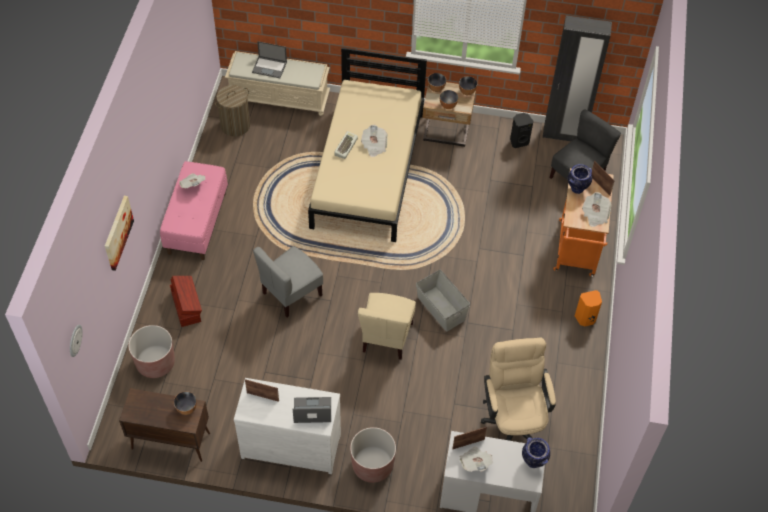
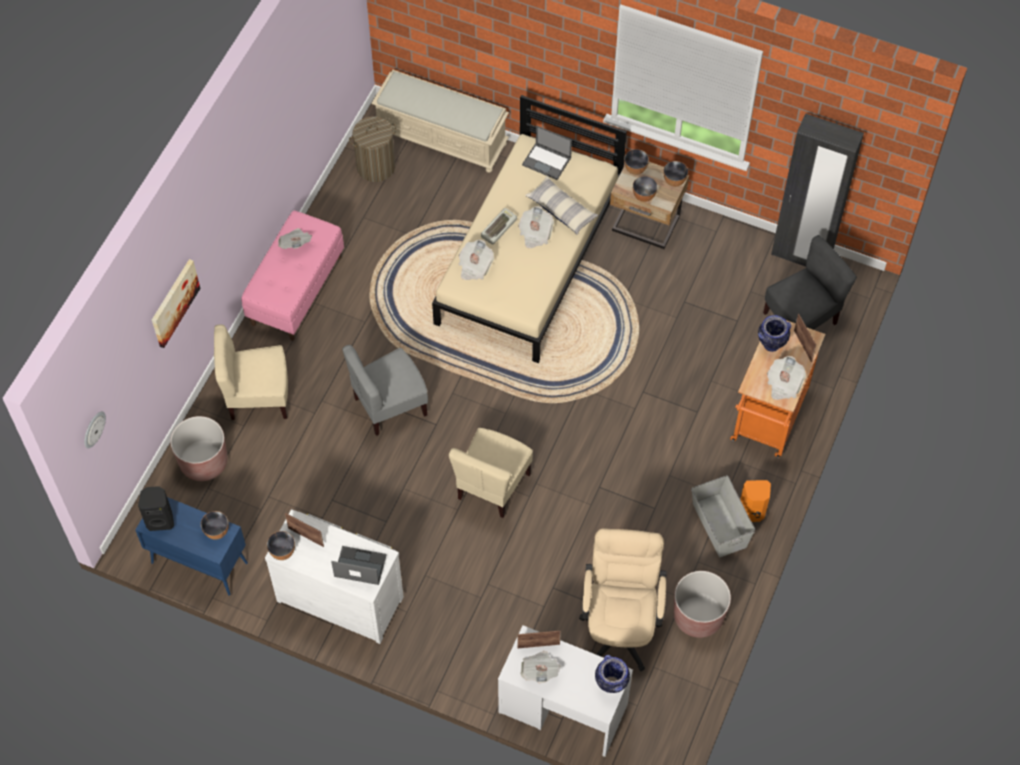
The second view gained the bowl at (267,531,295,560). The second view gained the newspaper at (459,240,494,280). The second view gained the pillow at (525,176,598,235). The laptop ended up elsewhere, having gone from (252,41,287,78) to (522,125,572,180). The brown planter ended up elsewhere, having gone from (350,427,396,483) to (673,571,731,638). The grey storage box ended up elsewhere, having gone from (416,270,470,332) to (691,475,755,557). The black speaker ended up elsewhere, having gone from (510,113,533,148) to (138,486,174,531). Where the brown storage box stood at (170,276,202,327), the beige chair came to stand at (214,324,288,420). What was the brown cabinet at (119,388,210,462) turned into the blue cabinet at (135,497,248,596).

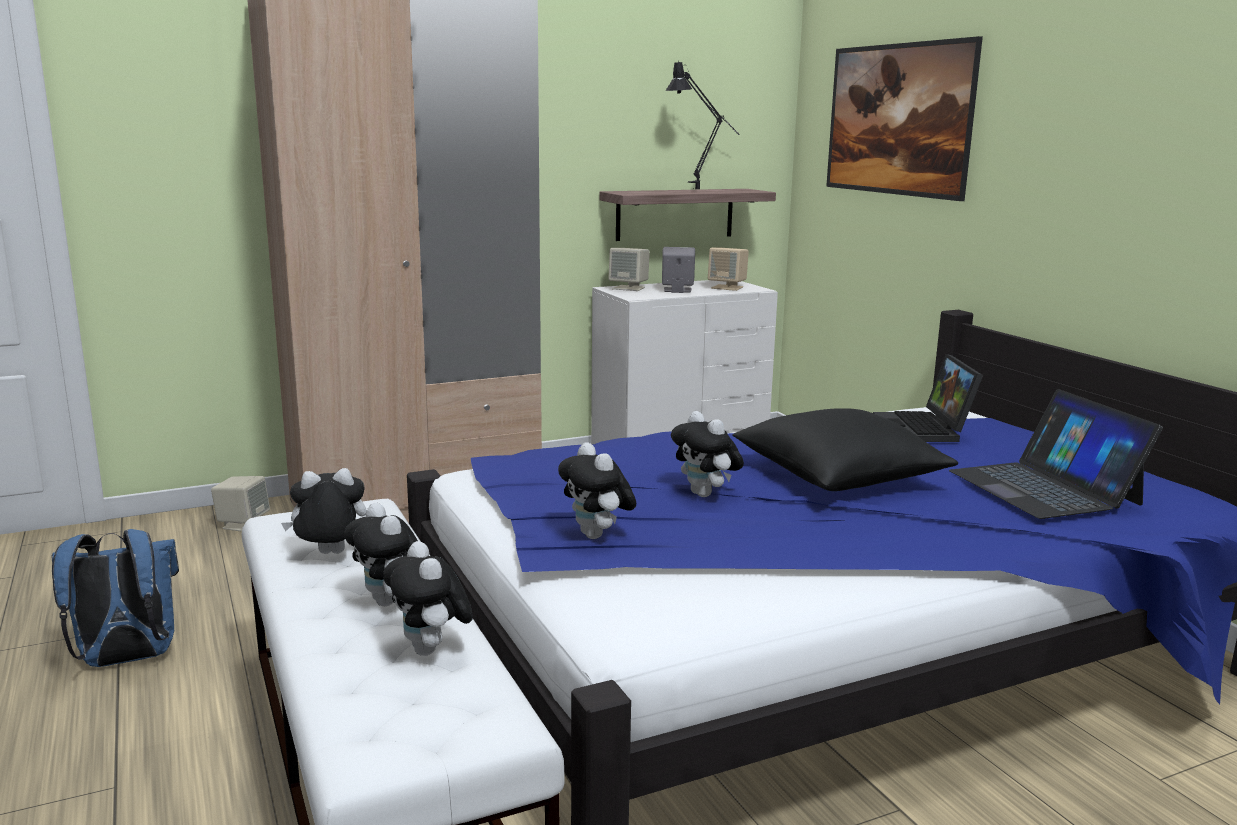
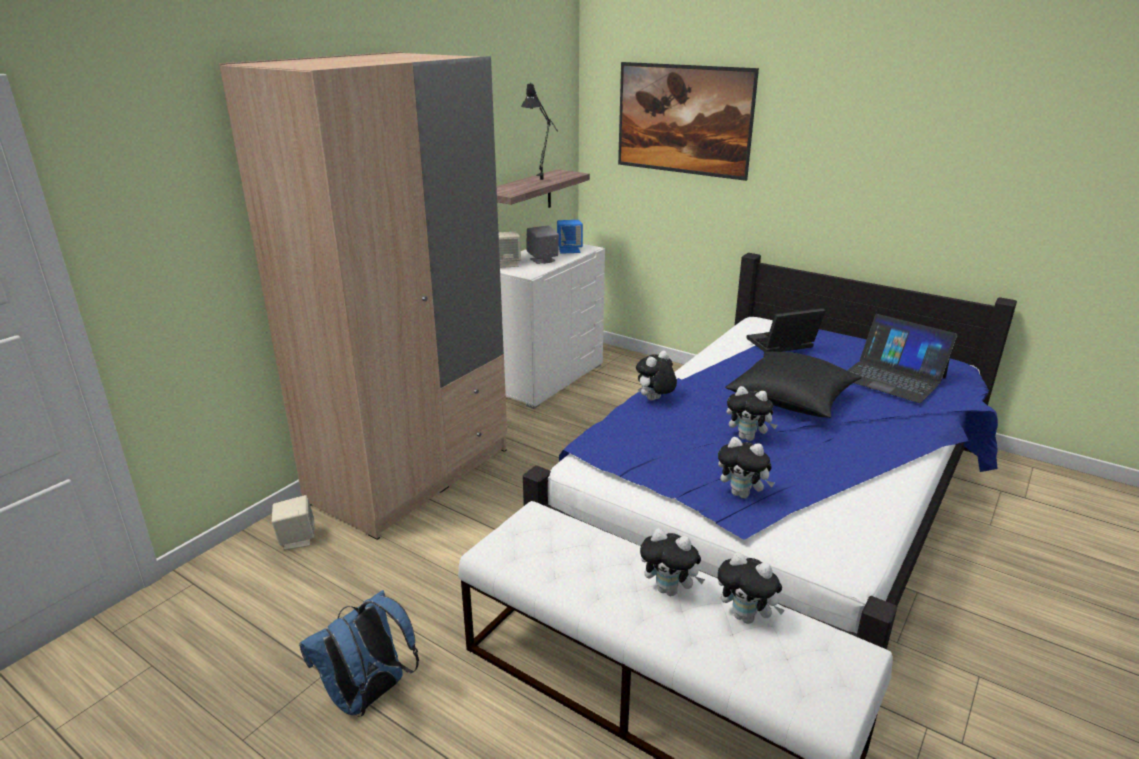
The plush toy ended up elsewhere, having gone from (281,468,367,554) to (636,351,677,401). What was the beige speaker at (708,247,749,291) turned into the blue speaker at (557,220,583,254). The laptop at (873,354,983,442) ended up facing another way, 105 degrees clockwise from before.

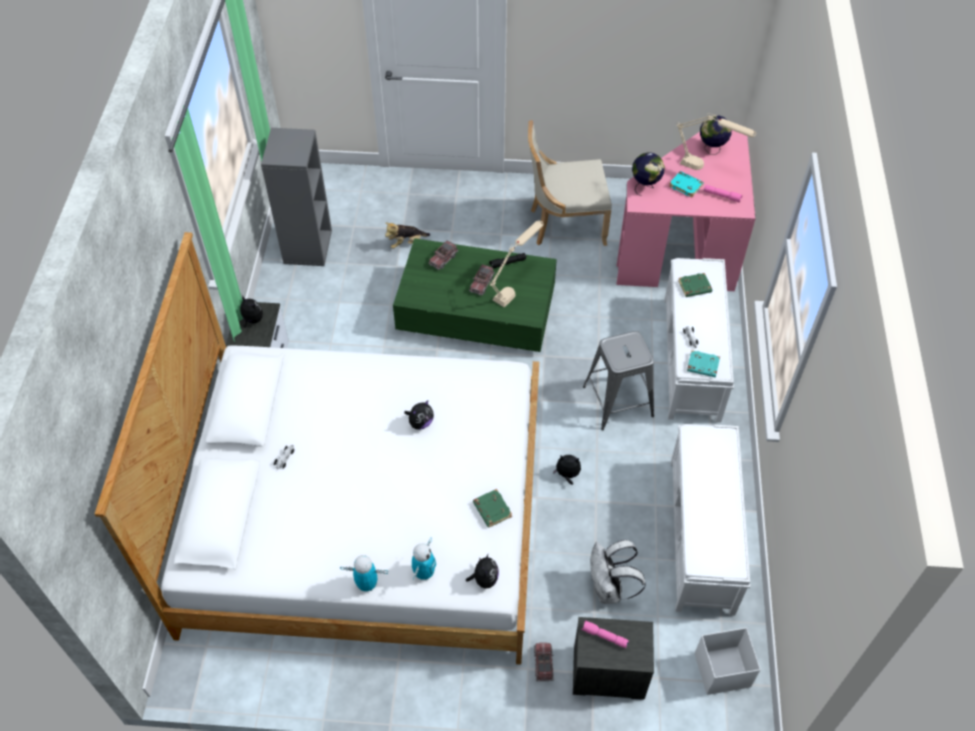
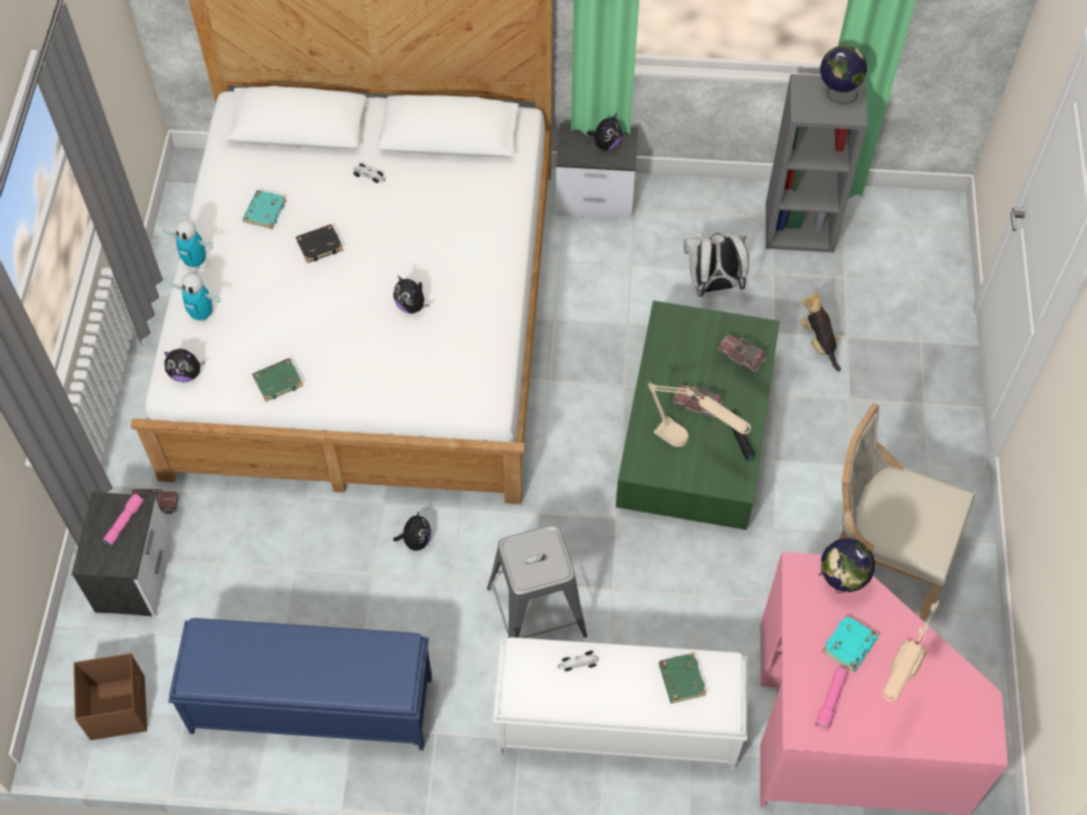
The second view gained the black book at (296,224,343,263). The white backpack ended up elsewhere, having gone from (590,540,646,604) to (684,232,749,297). The turquoise book ended up elsewhere, having gone from (687,350,720,377) to (243,190,286,229). The globe ended up elsewhere, having gone from (700,115,731,155) to (820,45,867,104). What was the white bench at (671,424,750,616) turned into the blue bench at (168,618,432,750). What was the white storage box at (694,628,761,695) turned into the brown storage box at (74,653,147,740). The toy robot at (340,555,388,591) ended up facing another way, 105 degrees clockwise from before. The beige chair at (528,120,612,246) ended up facing another way, 60 degrees counterclockwise from before.

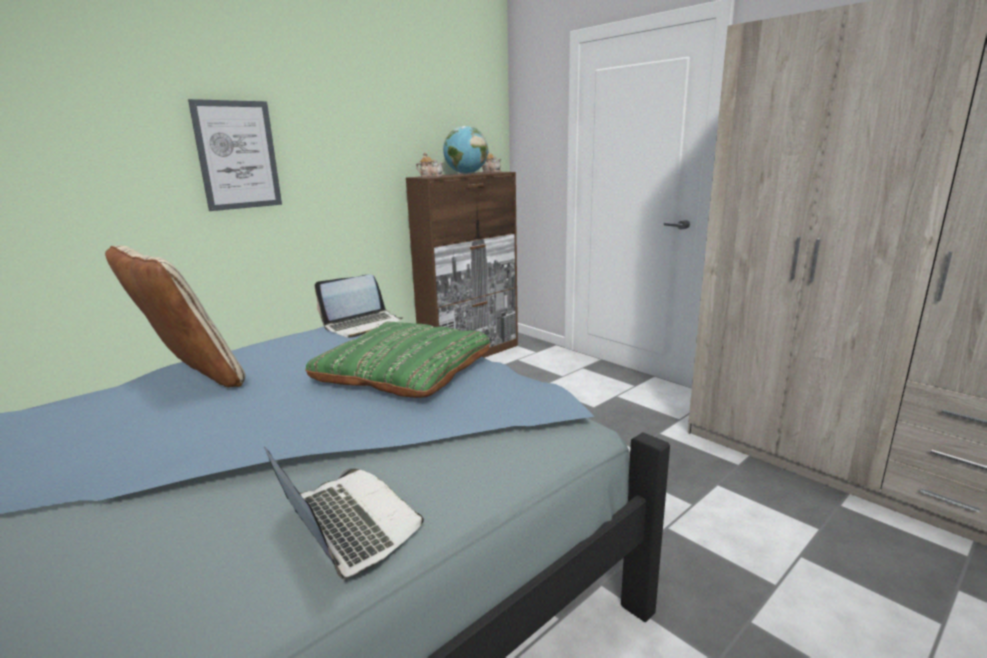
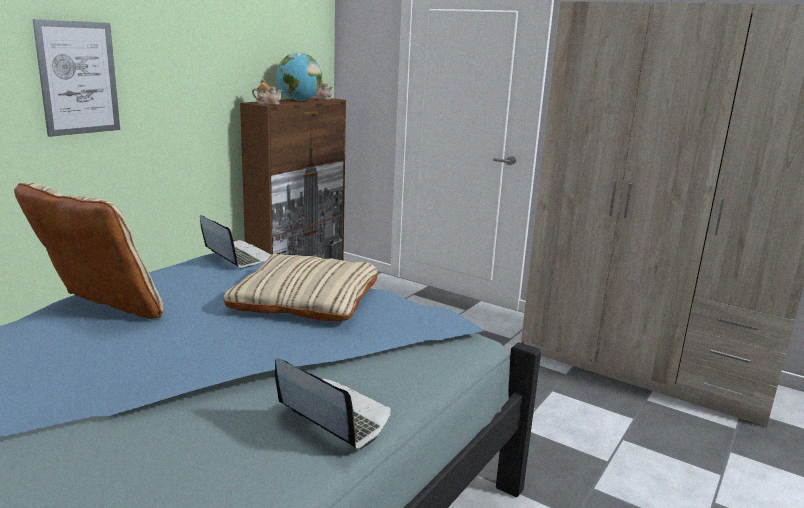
What was the green pillow at (305,321,490,398) turned into the beige pillow at (223,254,378,321). The laptop at (315,274,403,338) ended up facing another way, 90 degrees counterclockwise from before.

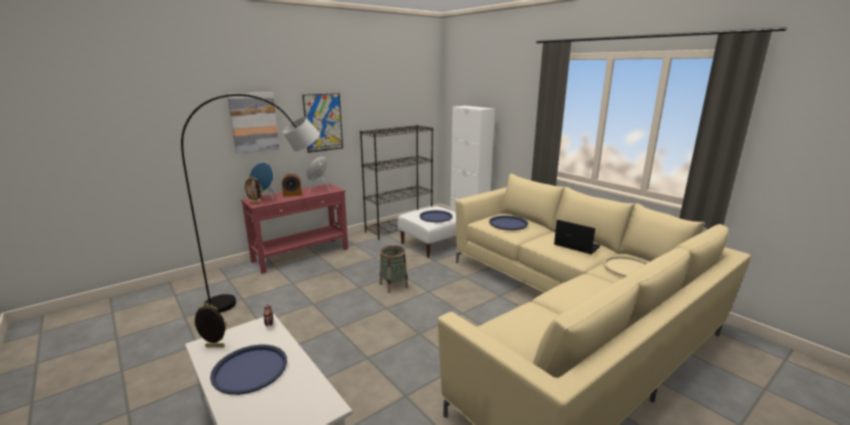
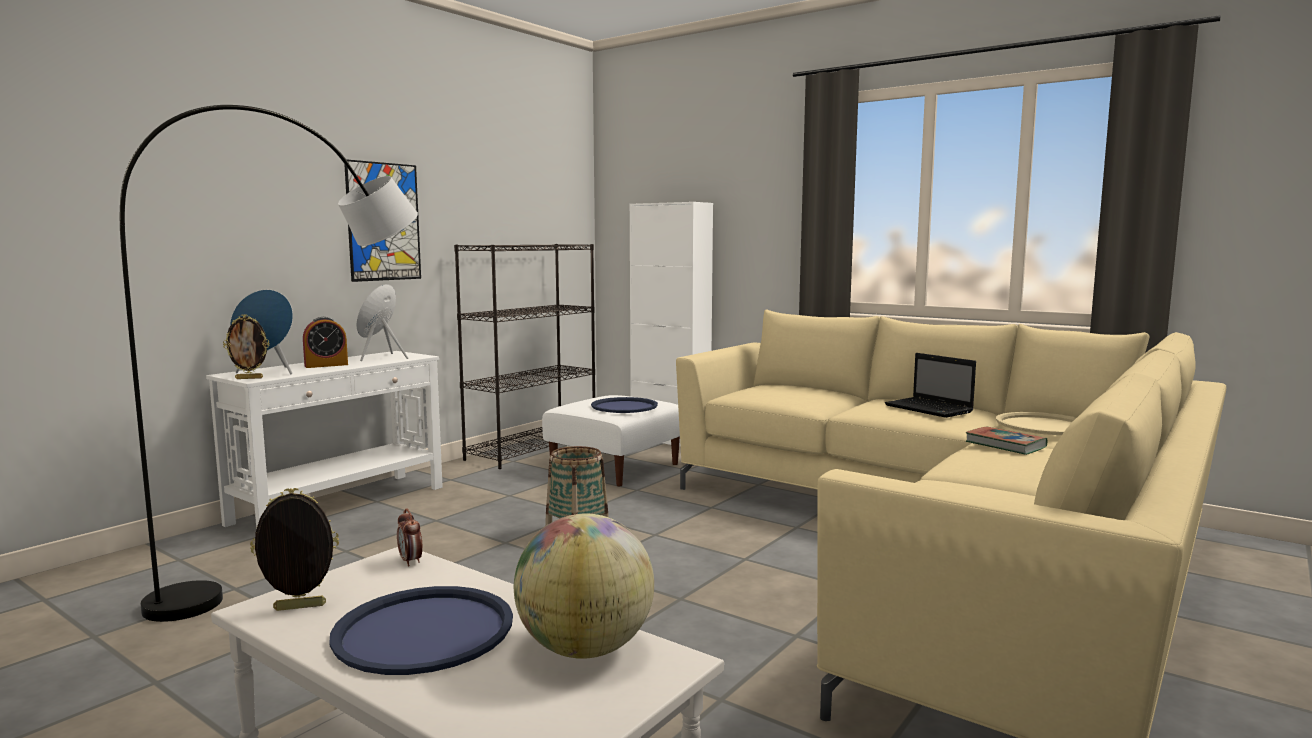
The second view lost the picture at (227,92,280,154). The second view lost the blue tray at (489,216,528,230). The second view gained the globe at (514,514,654,659). The second view gained the book at (966,426,1047,455). What was the red console table at (241,183,348,274) turned into the white console table at (206,351,443,530). The laptop at (554,220,601,254) ended up facing another way, 150 degrees counterclockwise from before.

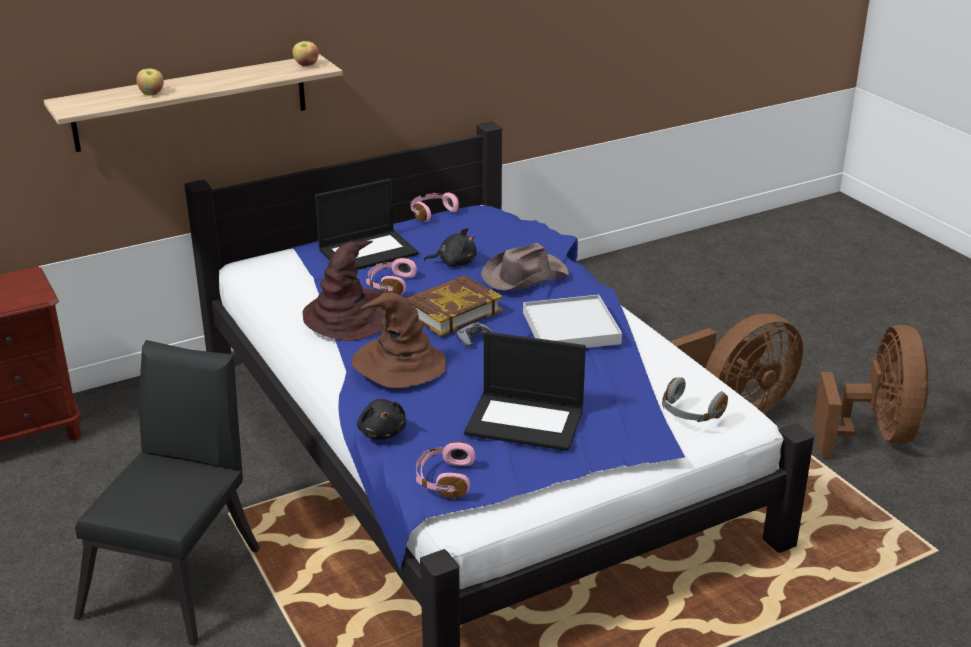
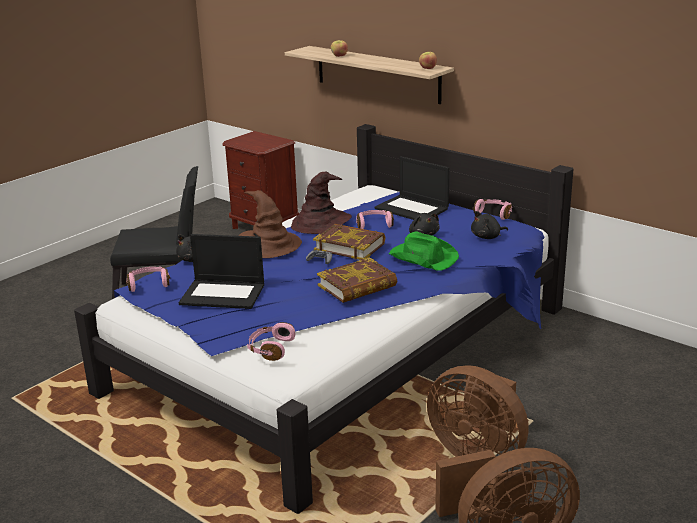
The second view gained the black plush toy at (471,211,508,239). Where the white tray stood at (523,295,622,348), the book came to stand at (317,257,397,303). What was the brown hat at (481,243,569,291) turned into the green hat at (389,231,459,271). What was the grey headphones at (662,377,728,422) turned into the pink headphones at (247,322,295,361). The laptop at (464,331,586,451) ended up facing another way, 75 degrees counterclockwise from before.

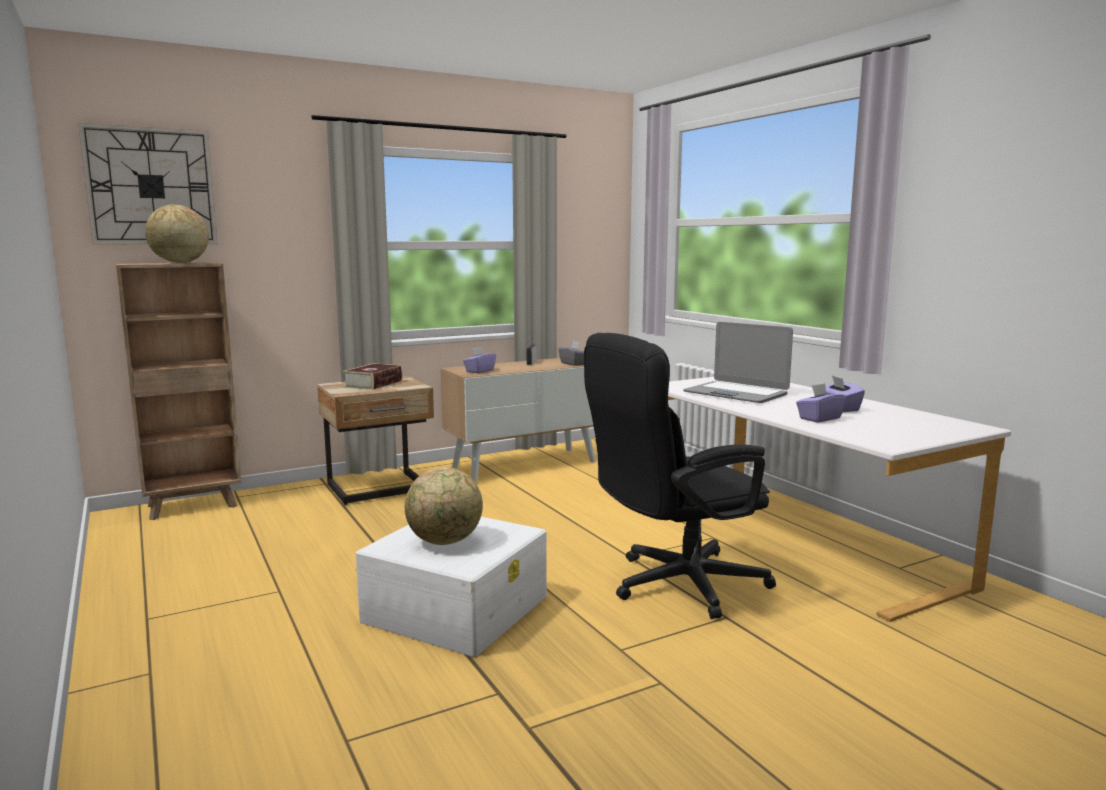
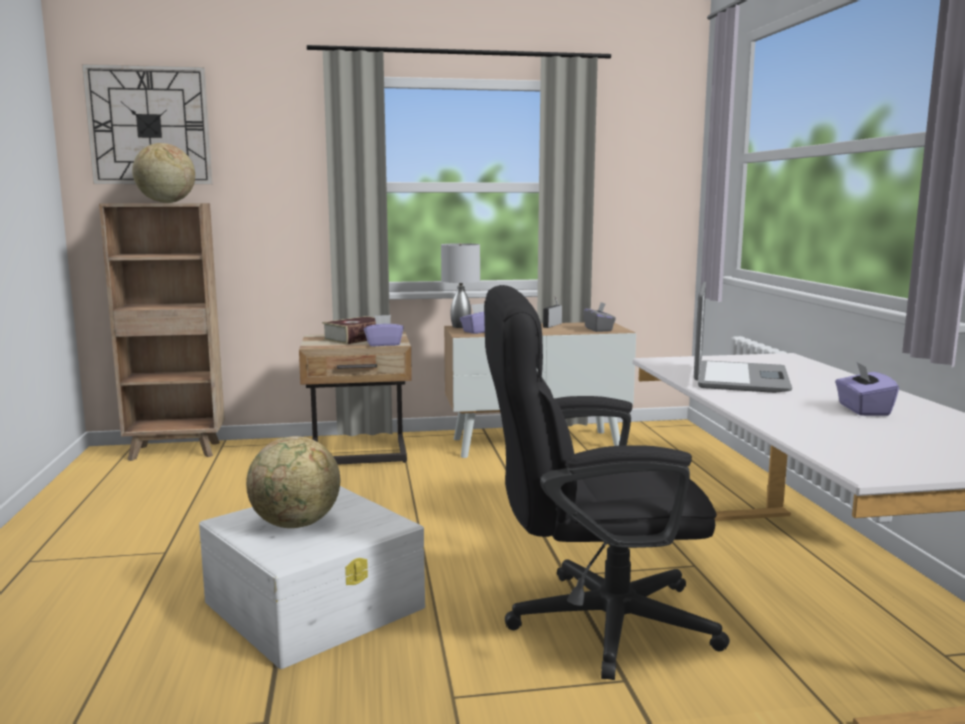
The second view gained the grey table lamp at (441,243,480,328). The purple tissue box ended up elsewhere, having gone from (796,383,846,423) to (364,315,403,346). The laptop at (683,322,793,403) ended up facing another way, 135 degrees counterclockwise from before.

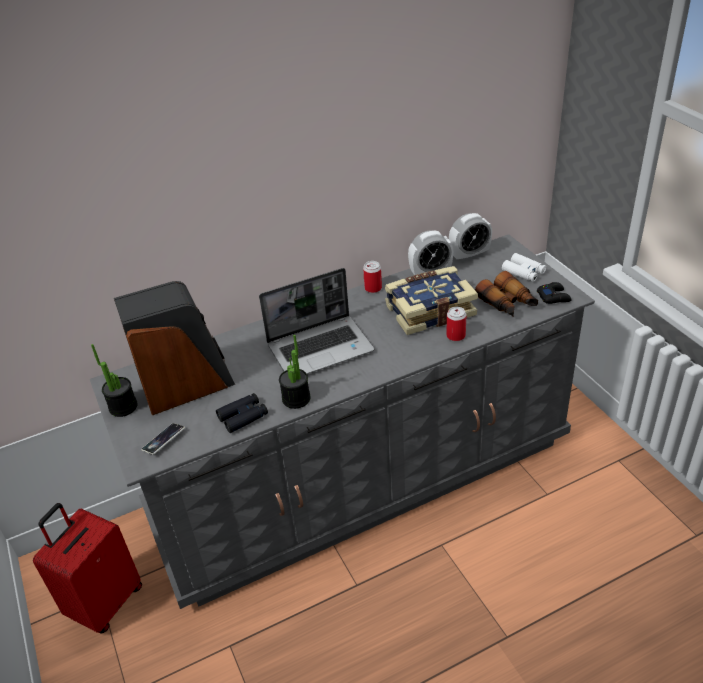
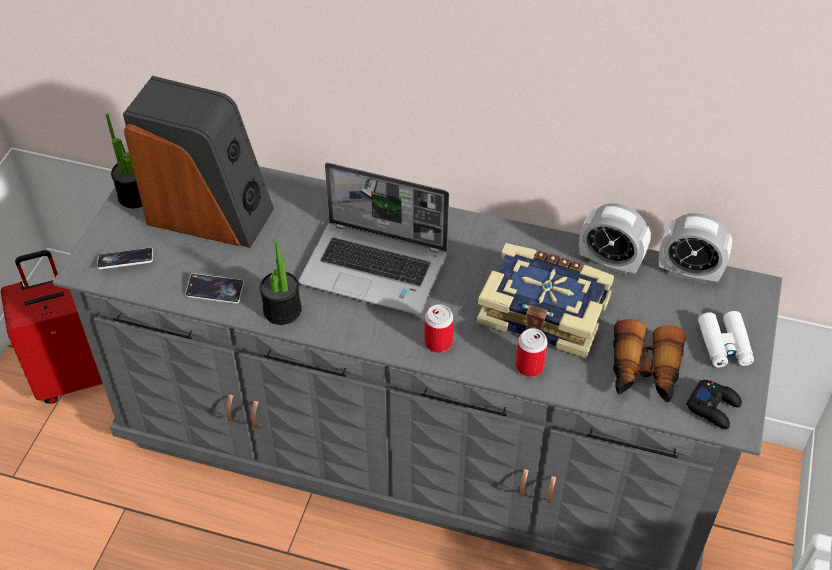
The can ended up elsewhere, having gone from (363,261,382,293) to (425,304,454,353). Where the black binoculars stood at (216,393,268,433), the phone came to stand at (185,273,244,304).

